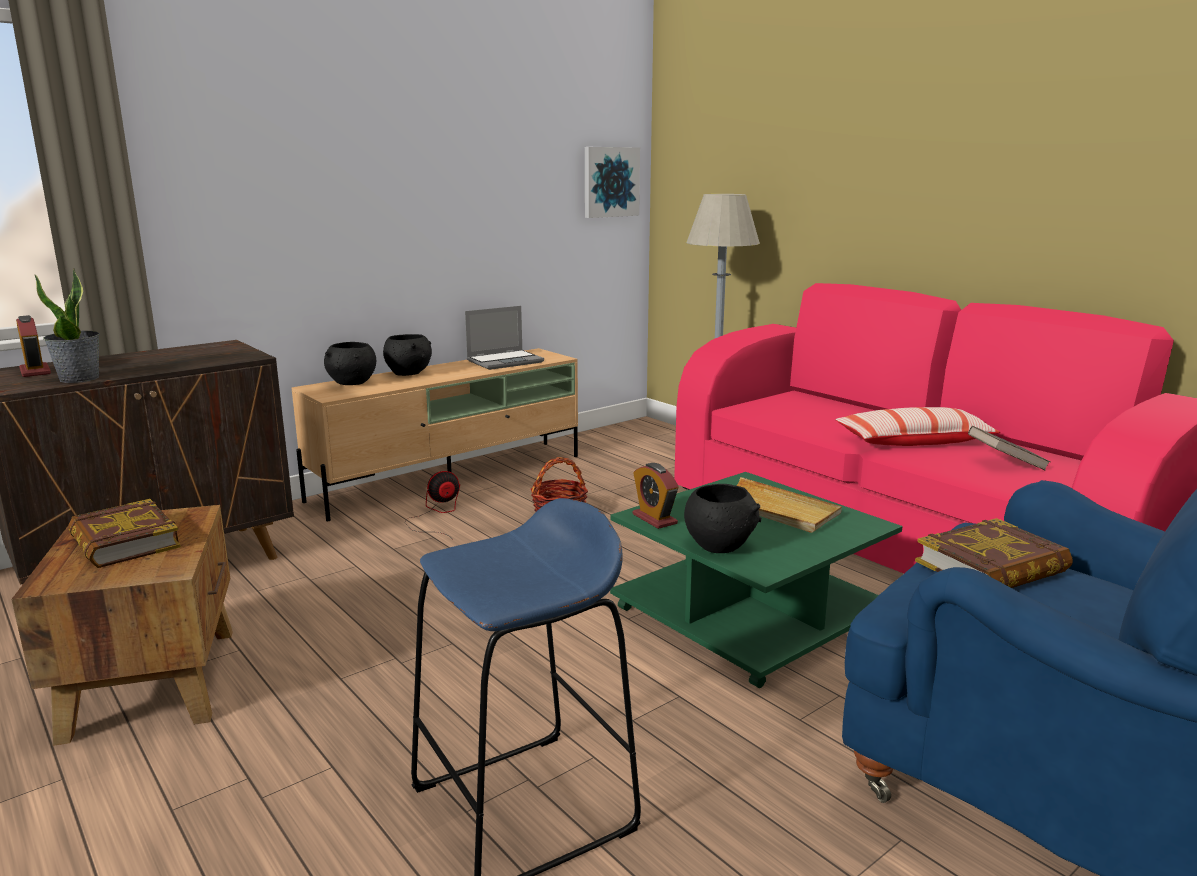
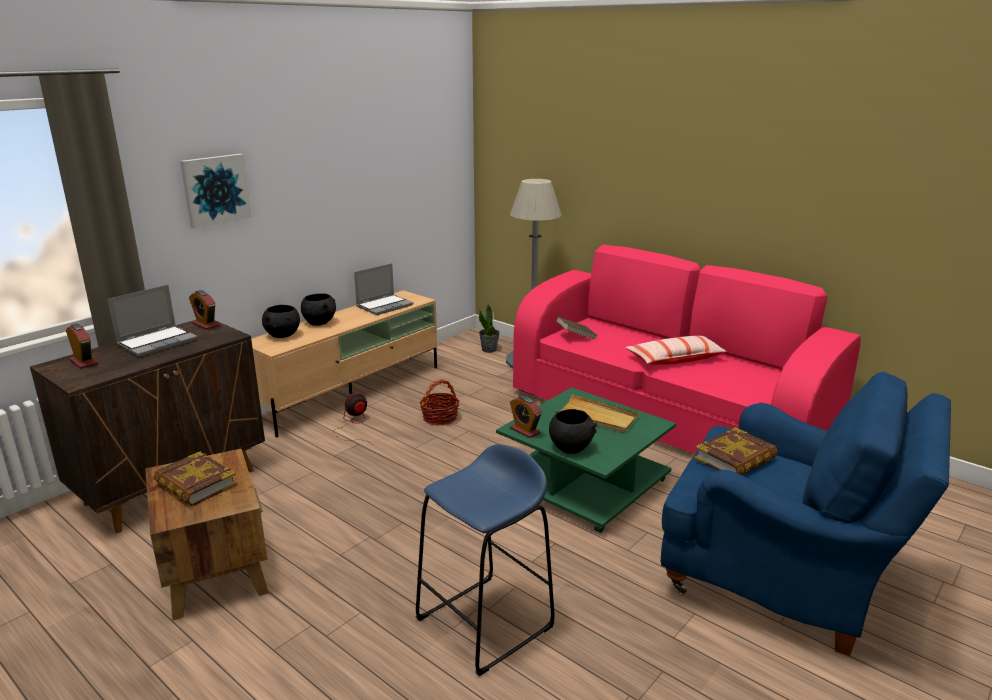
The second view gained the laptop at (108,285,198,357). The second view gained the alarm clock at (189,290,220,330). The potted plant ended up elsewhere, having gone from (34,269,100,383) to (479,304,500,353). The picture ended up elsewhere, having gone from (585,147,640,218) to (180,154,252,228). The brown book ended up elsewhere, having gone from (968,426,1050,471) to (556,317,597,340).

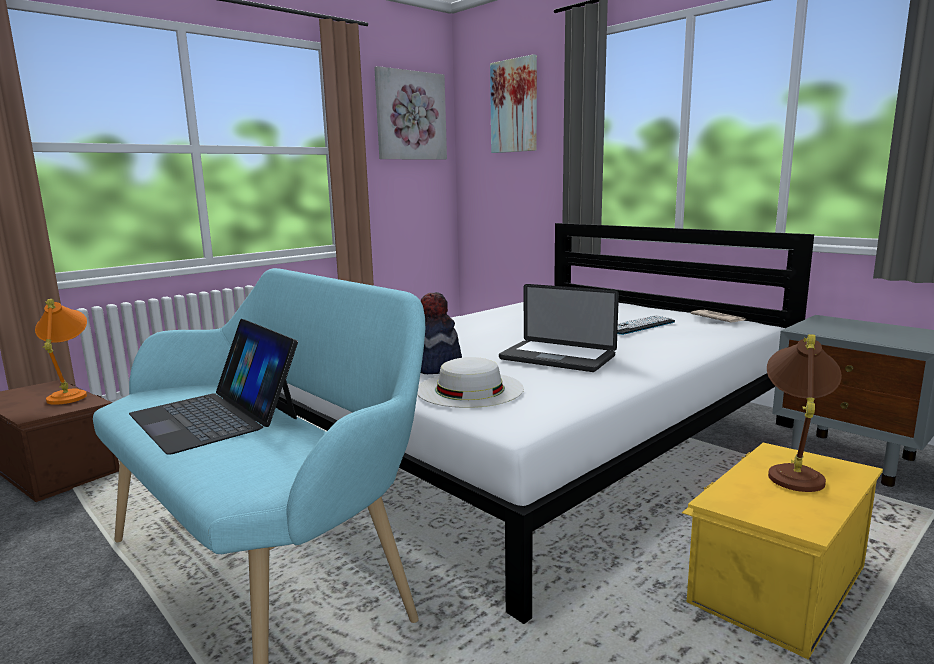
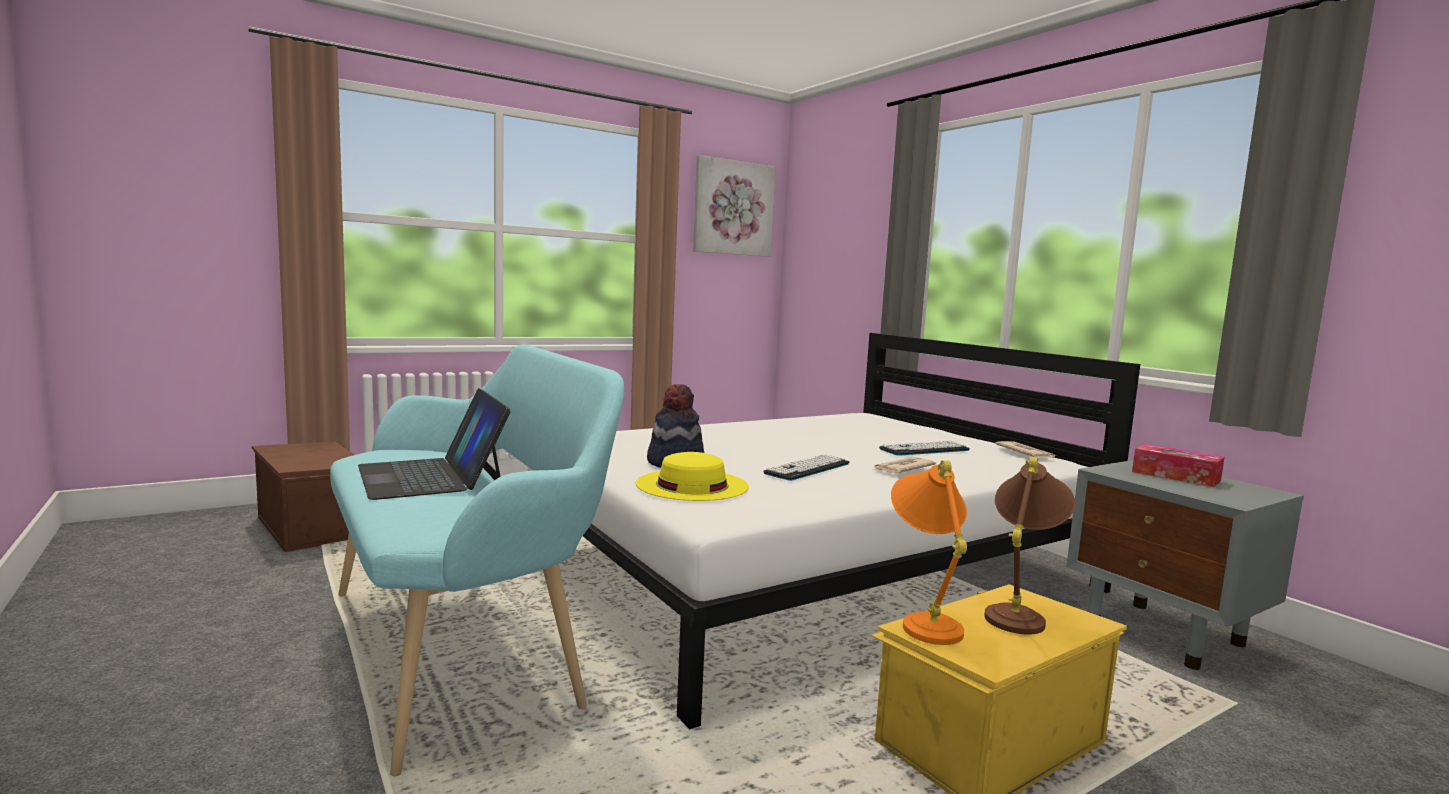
The second view lost the picture at (490,54,537,153). The second view gained the newspaper at (873,457,936,473). The second view gained the tissue box at (1132,444,1225,487). The orange table lamp ended up elsewhere, having gone from (35,299,87,405) to (891,460,967,645). Where the laptop stood at (499,284,619,372), the keyboard came to stand at (763,454,849,481). What was the white hat at (417,357,524,408) turned into the yellow hat at (636,452,749,501).

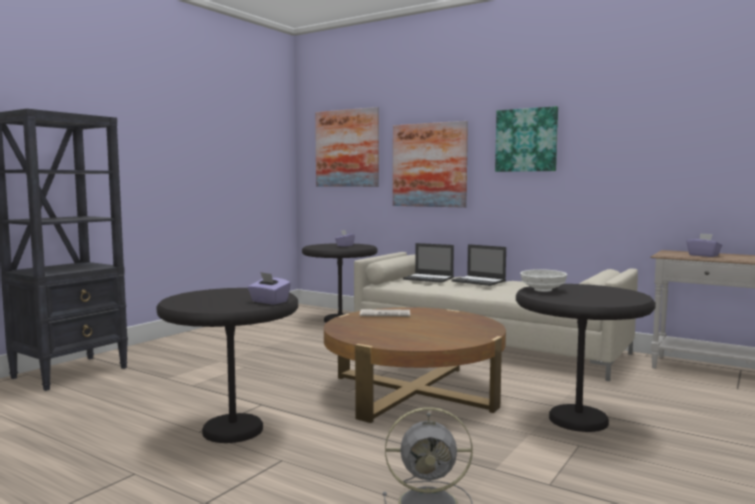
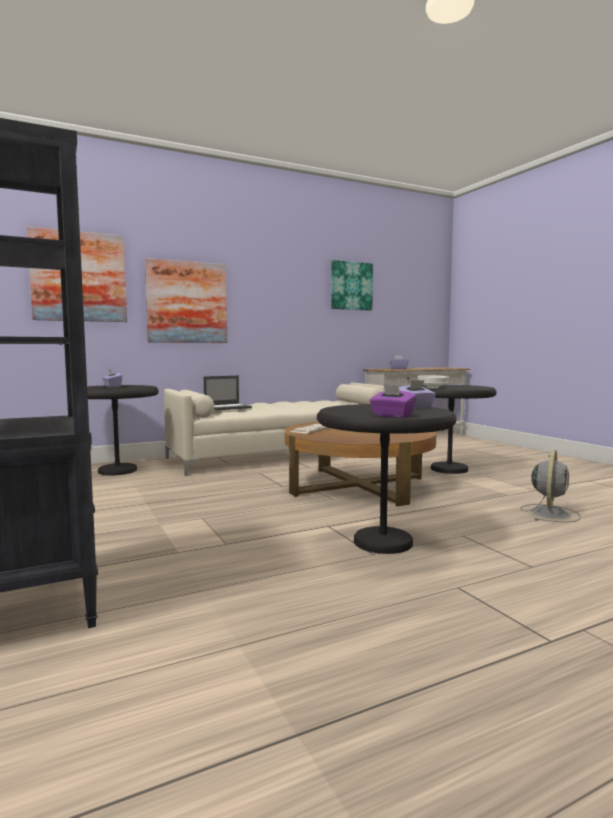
The second view lost the laptop at (452,244,506,286). The second view gained the purple tissue box at (370,384,416,418). The picture ended up elsewhere, having gone from (495,106,558,172) to (331,260,373,311).

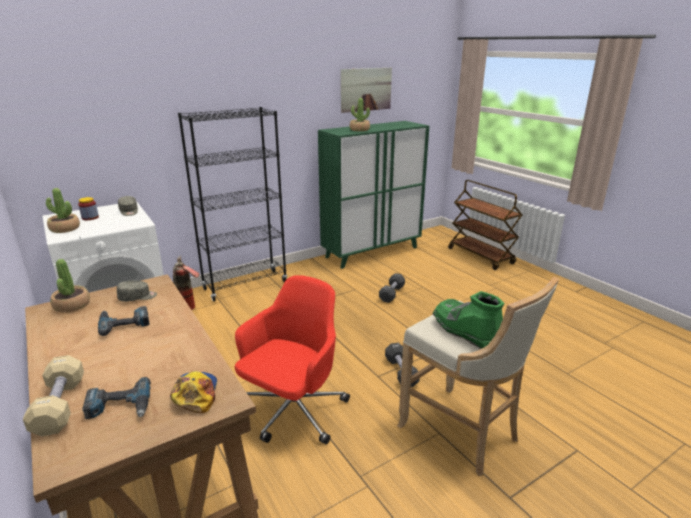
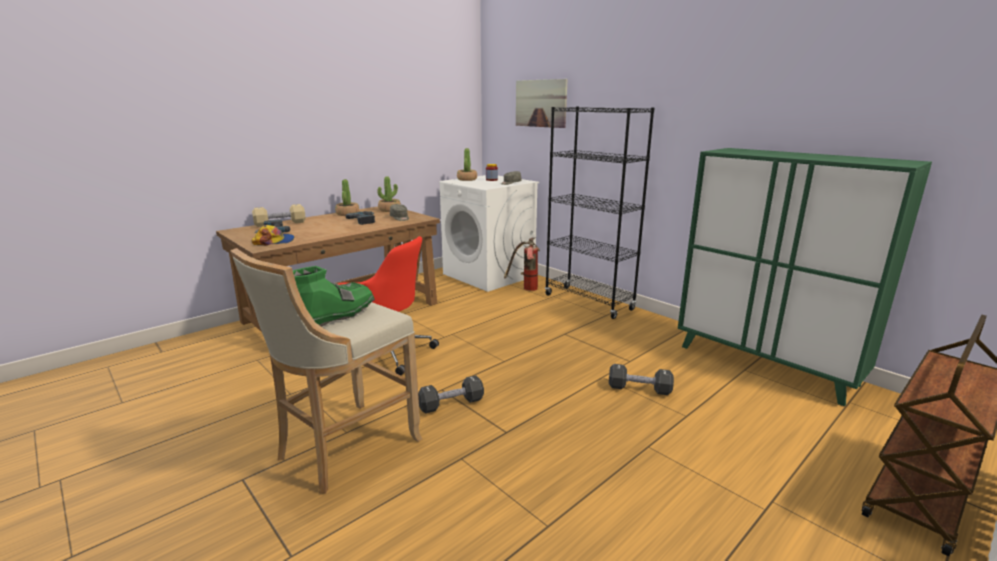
The picture ended up elsewhere, having gone from (341,68,392,113) to (516,79,568,128). The potted plant ended up elsewhere, having gone from (350,98,370,131) to (335,179,359,216).

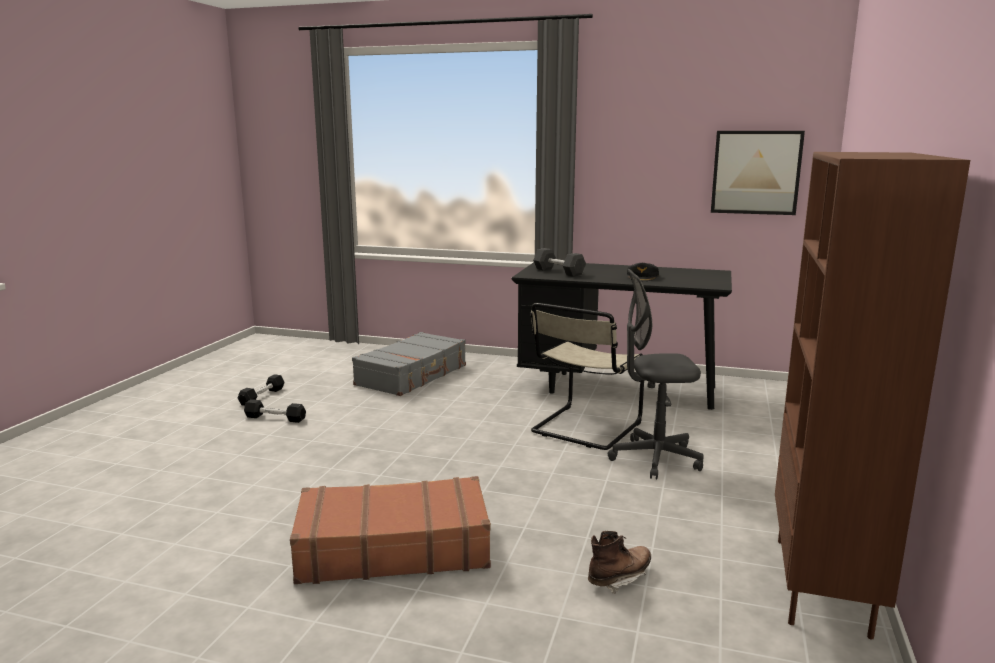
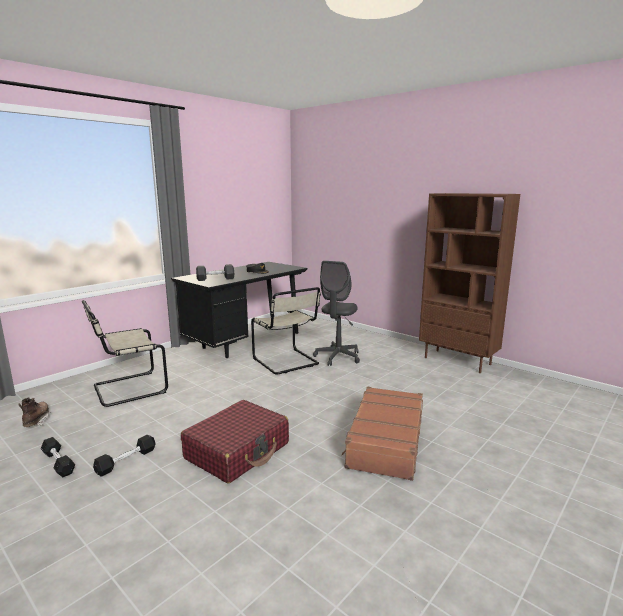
The second view lost the picture at (711,131,805,215). The second view gained the red suitcase at (181,400,289,484). The brown boot ended up elsewhere, having gone from (588,531,651,594) to (18,398,50,427). Where the grey suitcase stood at (352,332,466,396), the beige chair came to stand at (82,300,168,407).

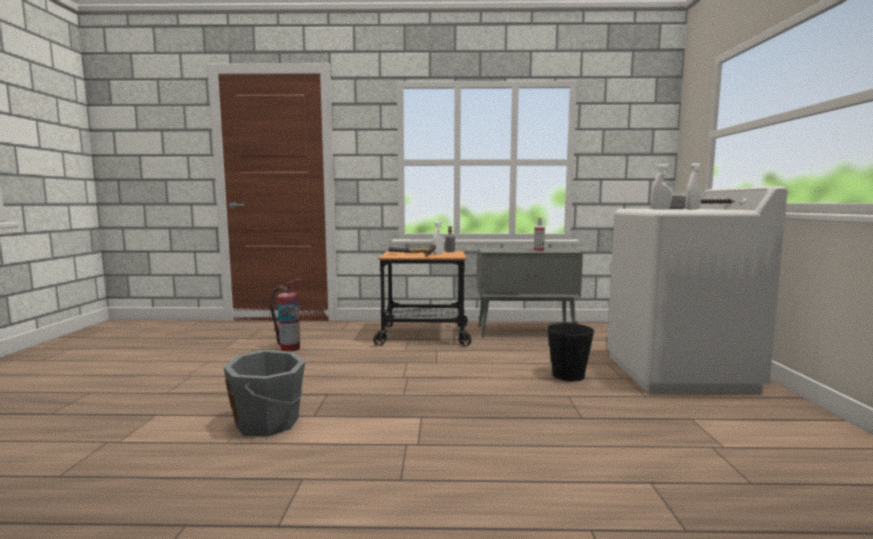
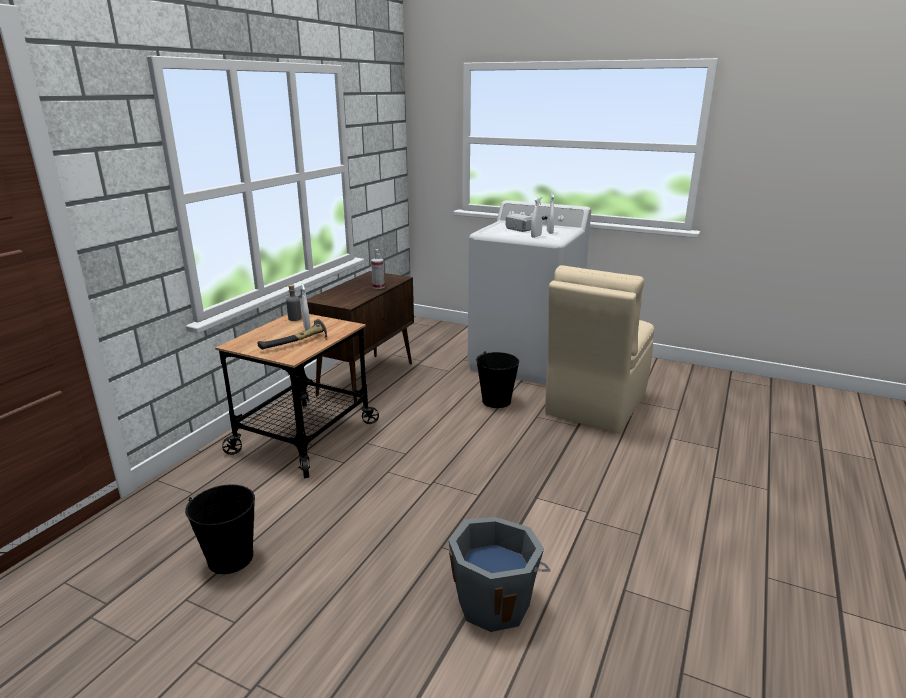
The second view gained the beige chair at (545,265,654,433). Where the fire extinguisher stood at (270,278,305,352), the black bucket came to stand at (185,484,255,574). What was the grey cabinet at (477,248,583,338) turned into the brown cabinet at (307,271,414,402).

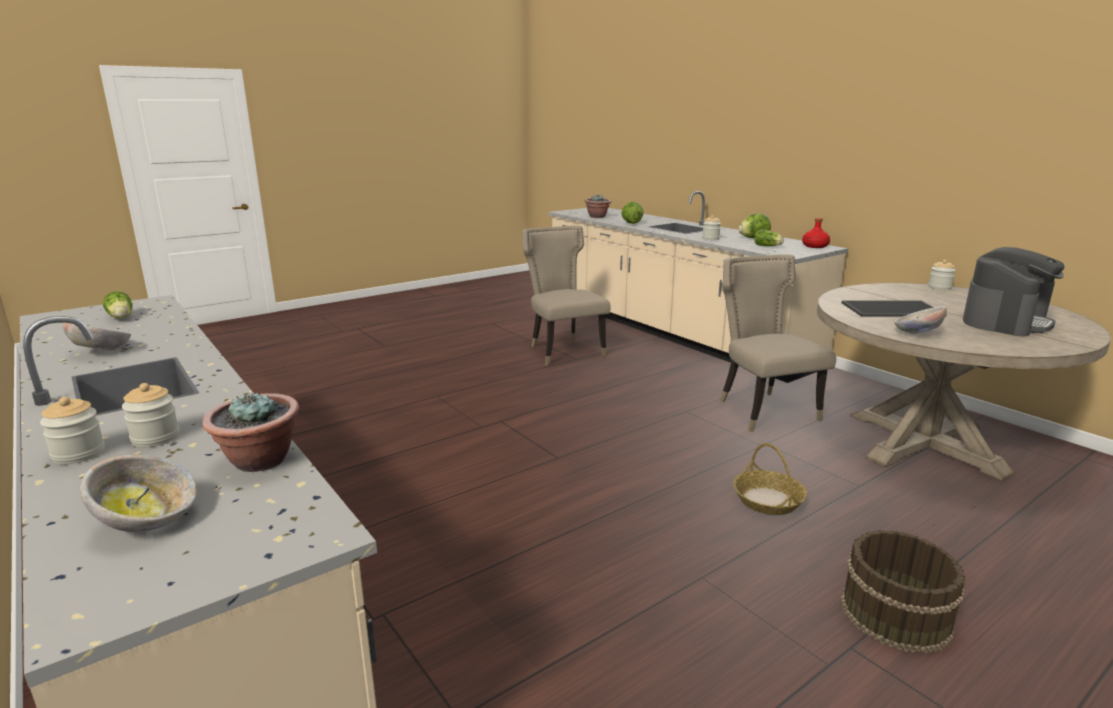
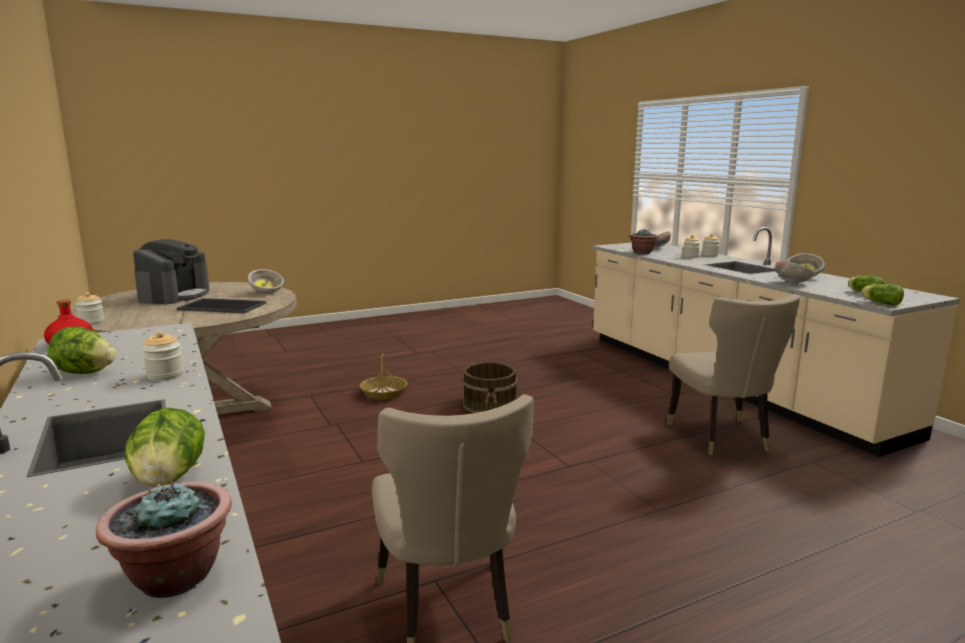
The second view gained the bowl at (775,261,813,283). The beige chair ended up elsewhere, having gone from (720,254,836,432) to (667,294,800,455). The lettuce ended up elsewhere, having gone from (754,230,784,246) to (862,284,904,306). The brown bucket ended up elsewhere, having gone from (840,530,965,653) to (463,362,518,413). The coffee machine at (963,247,1065,337) ended up facing another way, 135 degrees clockwise from before.

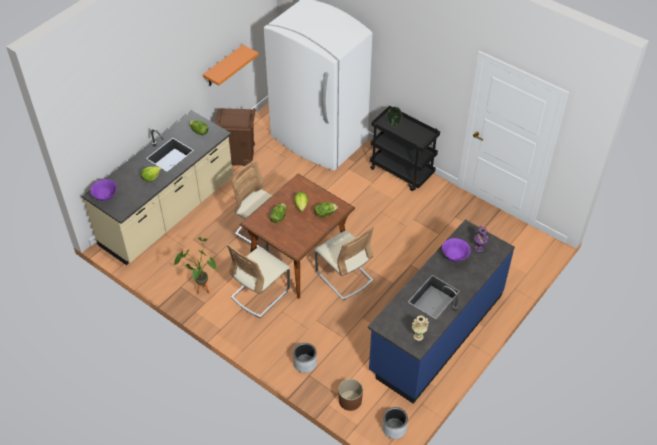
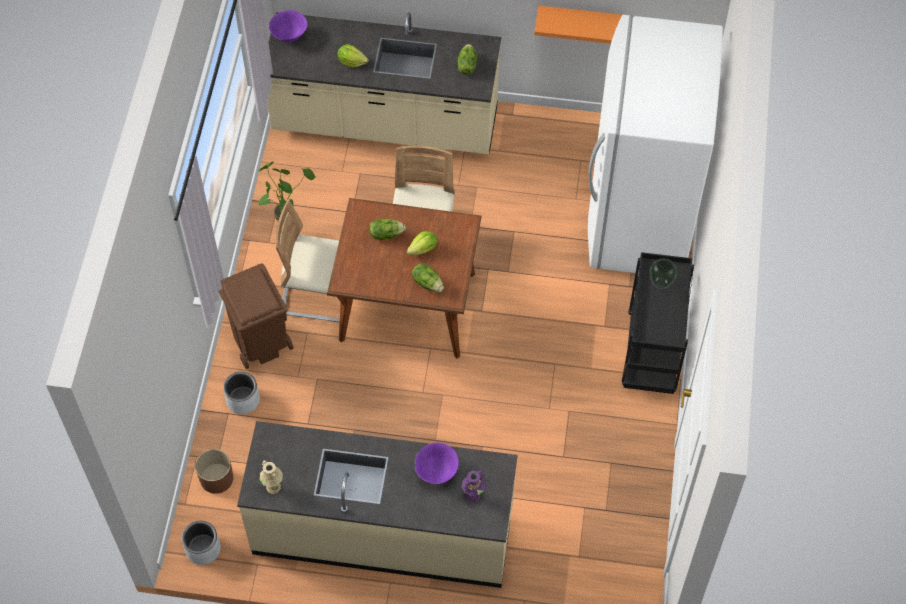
The second view lost the beige chair at (315,227,374,300). The brown trash can ended up elsewhere, having gone from (215,108,256,167) to (218,263,293,369). What was the blue counter at (368,220,515,404) turned into the beige counter at (237,421,518,588).

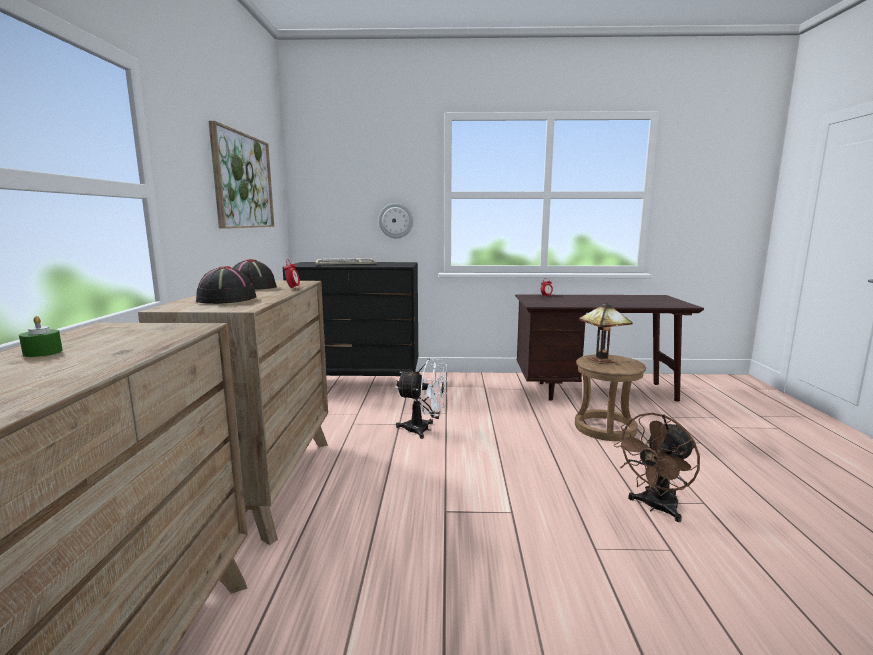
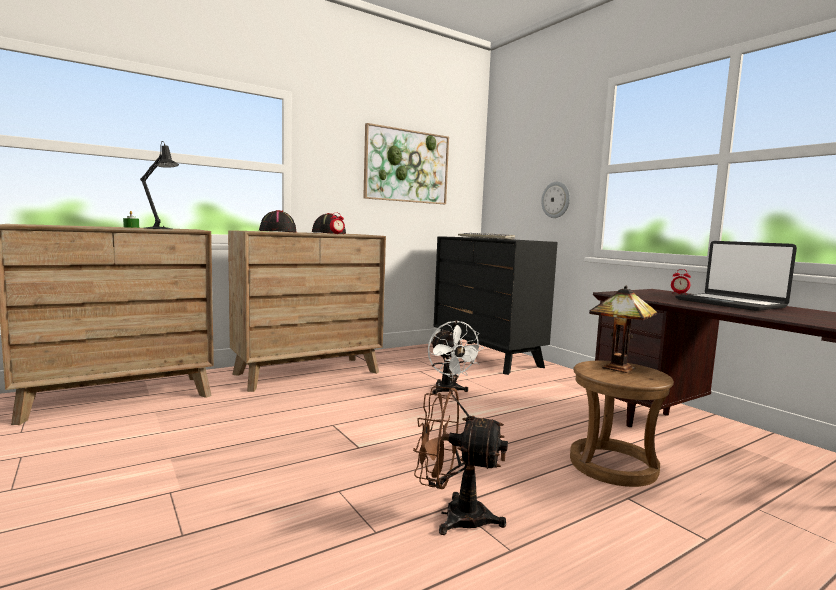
The second view gained the black table lamp at (140,142,179,229). The second view gained the laptop at (675,241,797,311).

